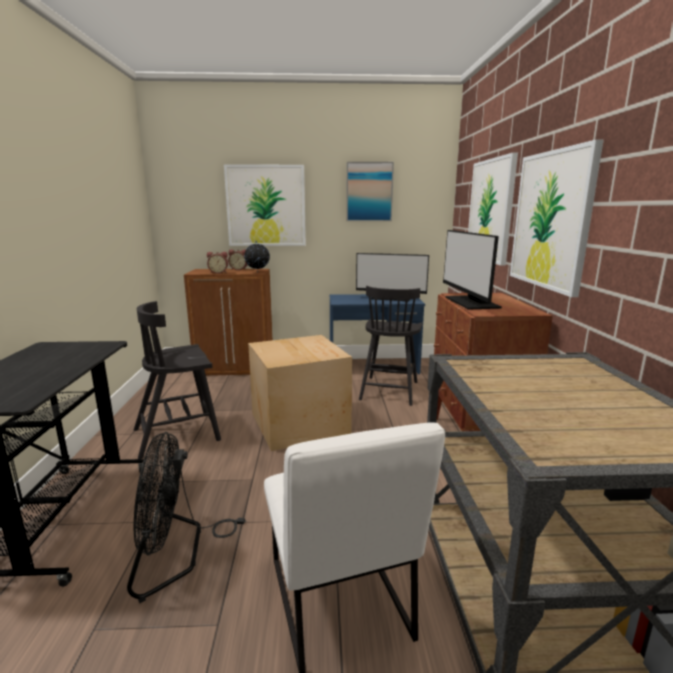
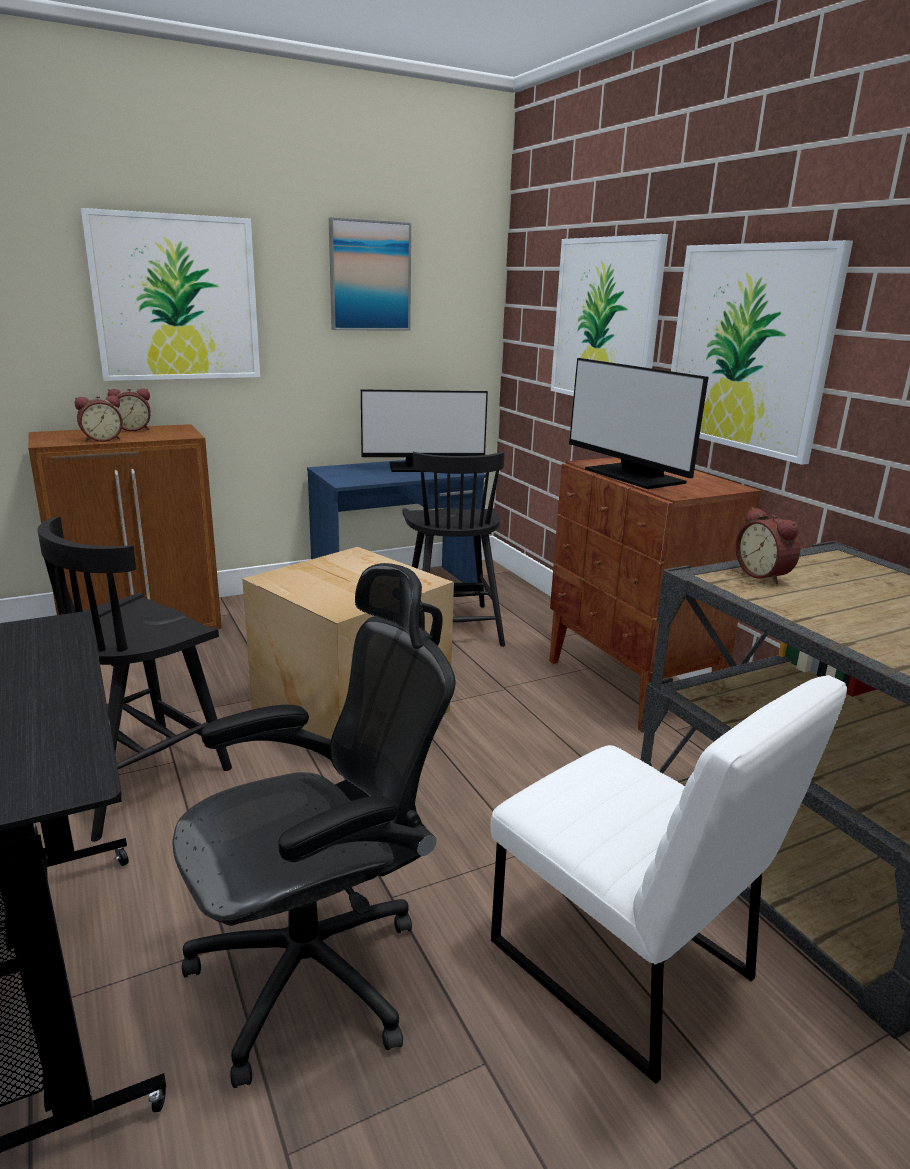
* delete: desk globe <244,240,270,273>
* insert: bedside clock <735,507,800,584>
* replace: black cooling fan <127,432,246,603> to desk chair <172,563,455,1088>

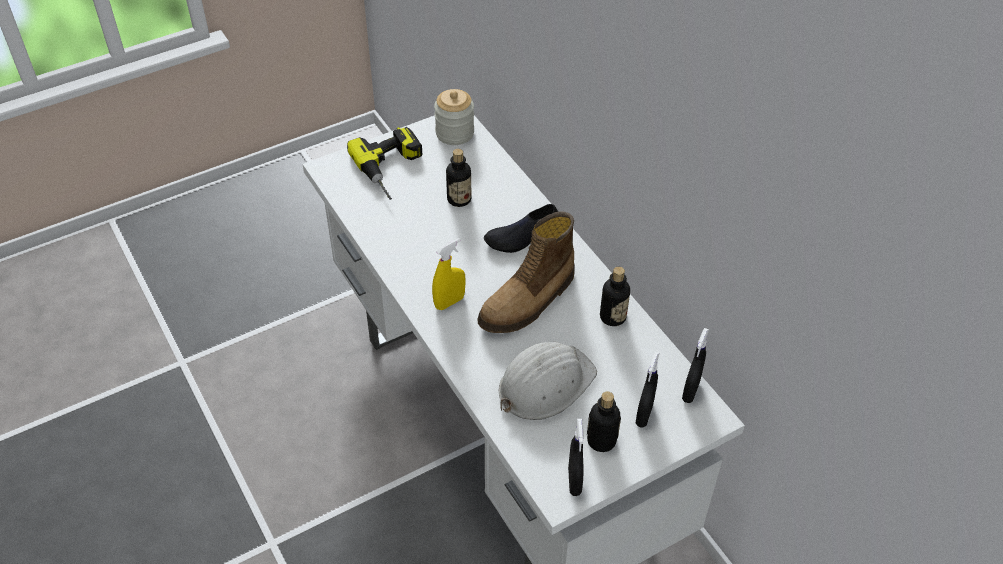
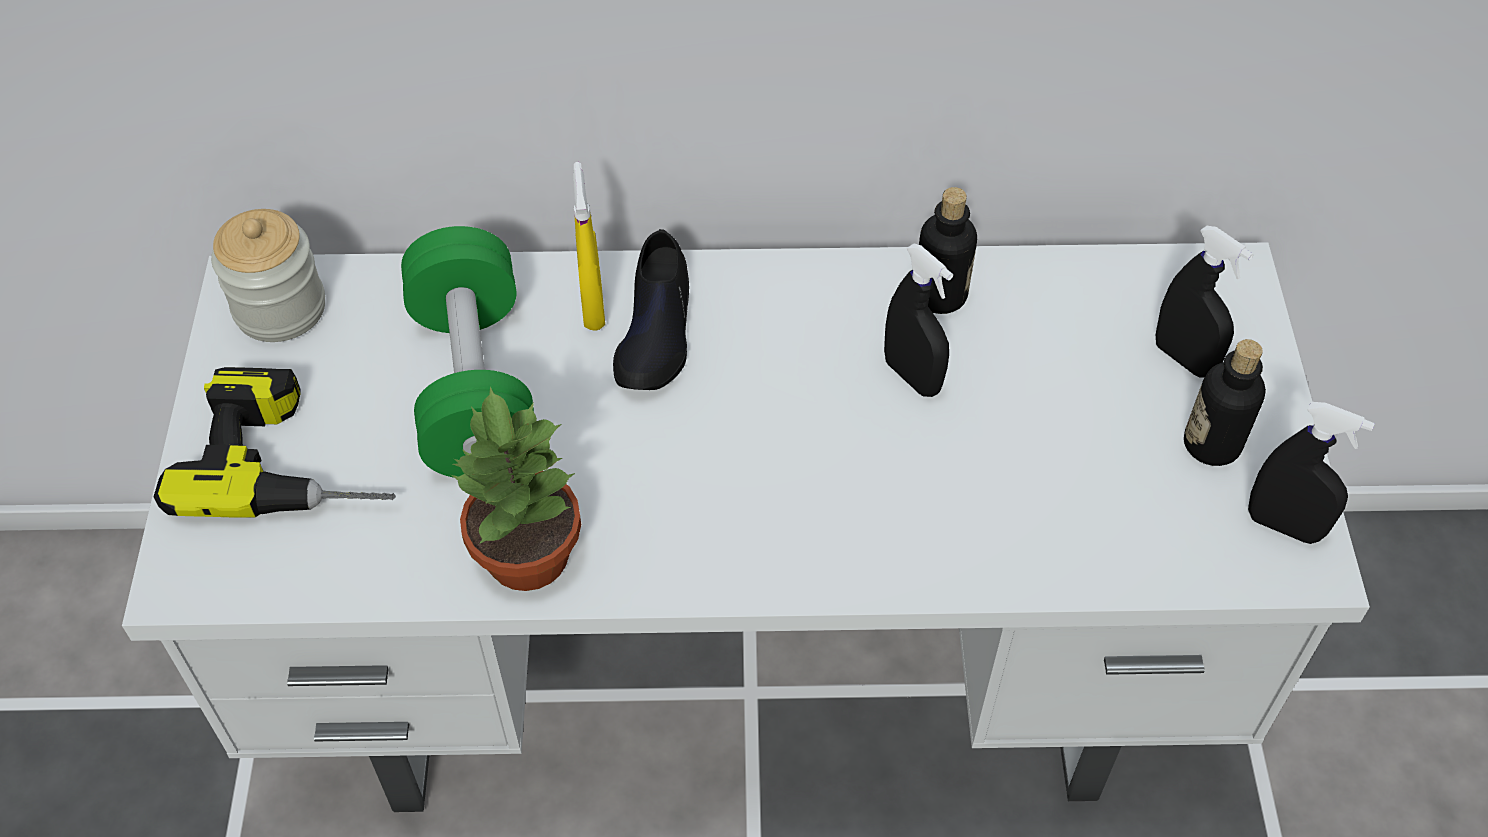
* delete: boot <477,211,575,333>
* delete: white-coloured hard hat <498,342,597,420>
* insert: plant in a pot <451,387,581,591>
* move: yellow-coloured spray bottle <432,238,466,310> to <573,162,605,331>
* move: black spray bottle <682,328,709,403> to <884,243,953,397>
* replace: drink bottle <446,149,472,207> to greenish hand weight <401,226,534,478>

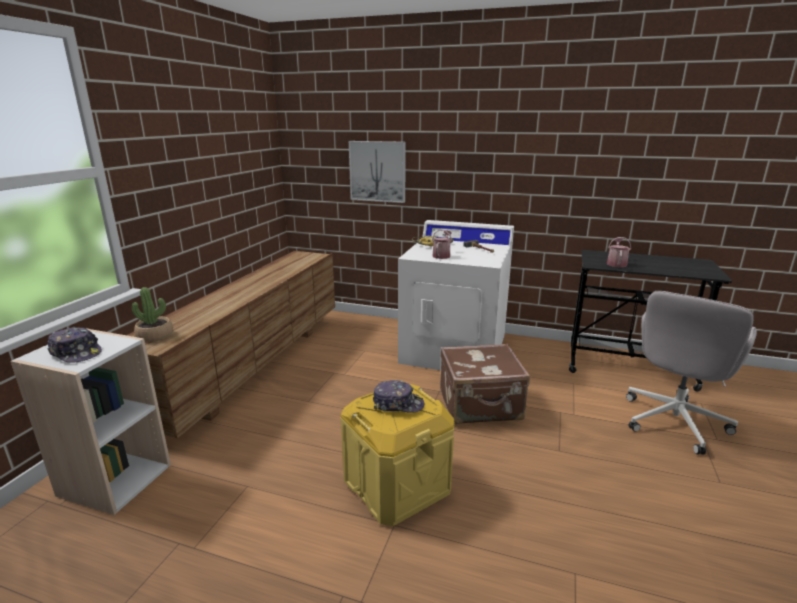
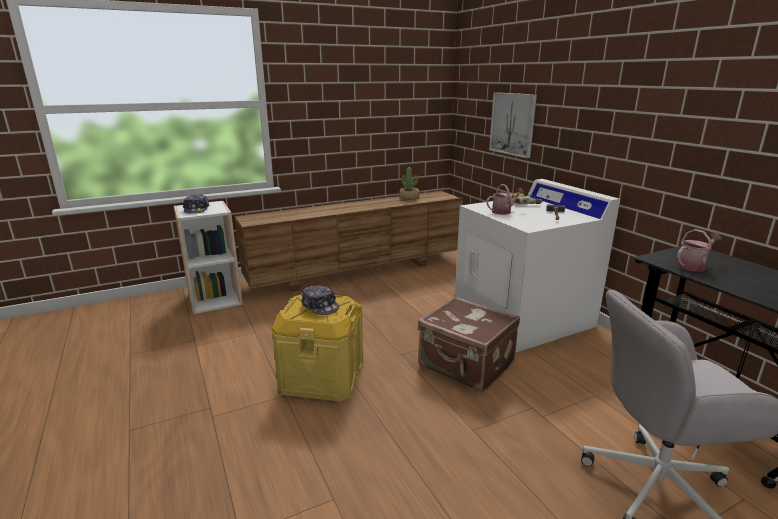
* move: plant in a pot <132,287,173,342> to <399,167,420,200>

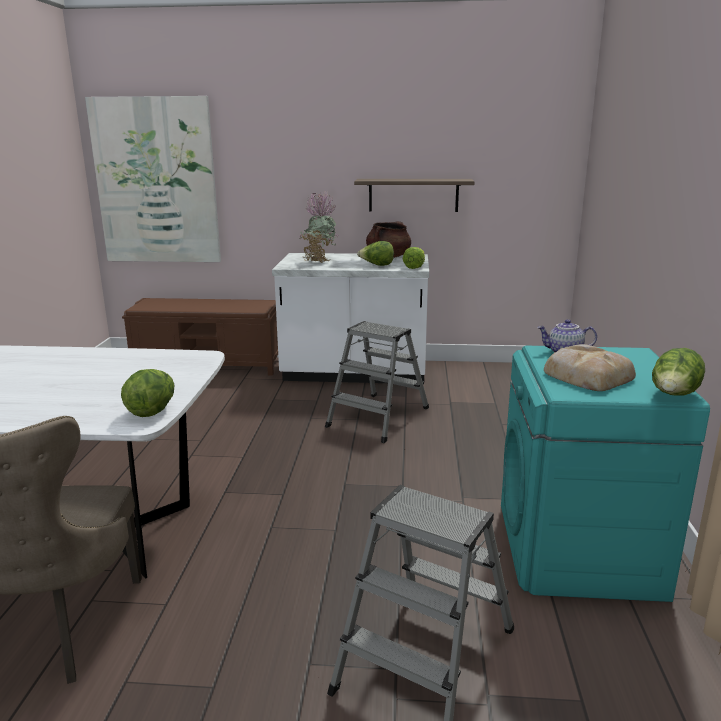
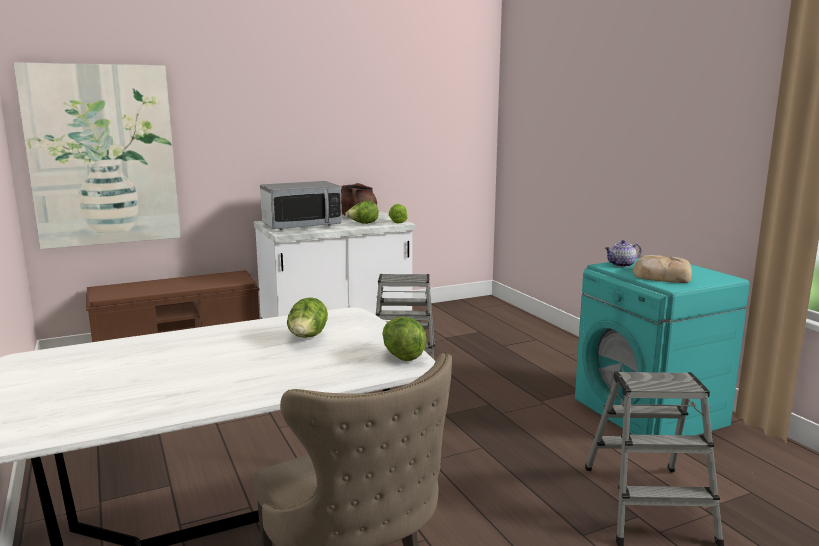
* delete: wall shelf <354,179,474,212>
* move: head of lettuce <652,348,705,395> to <287,297,328,338>
* replace: plant in a pot <300,191,339,263> to microwave oven <260,181,342,230>

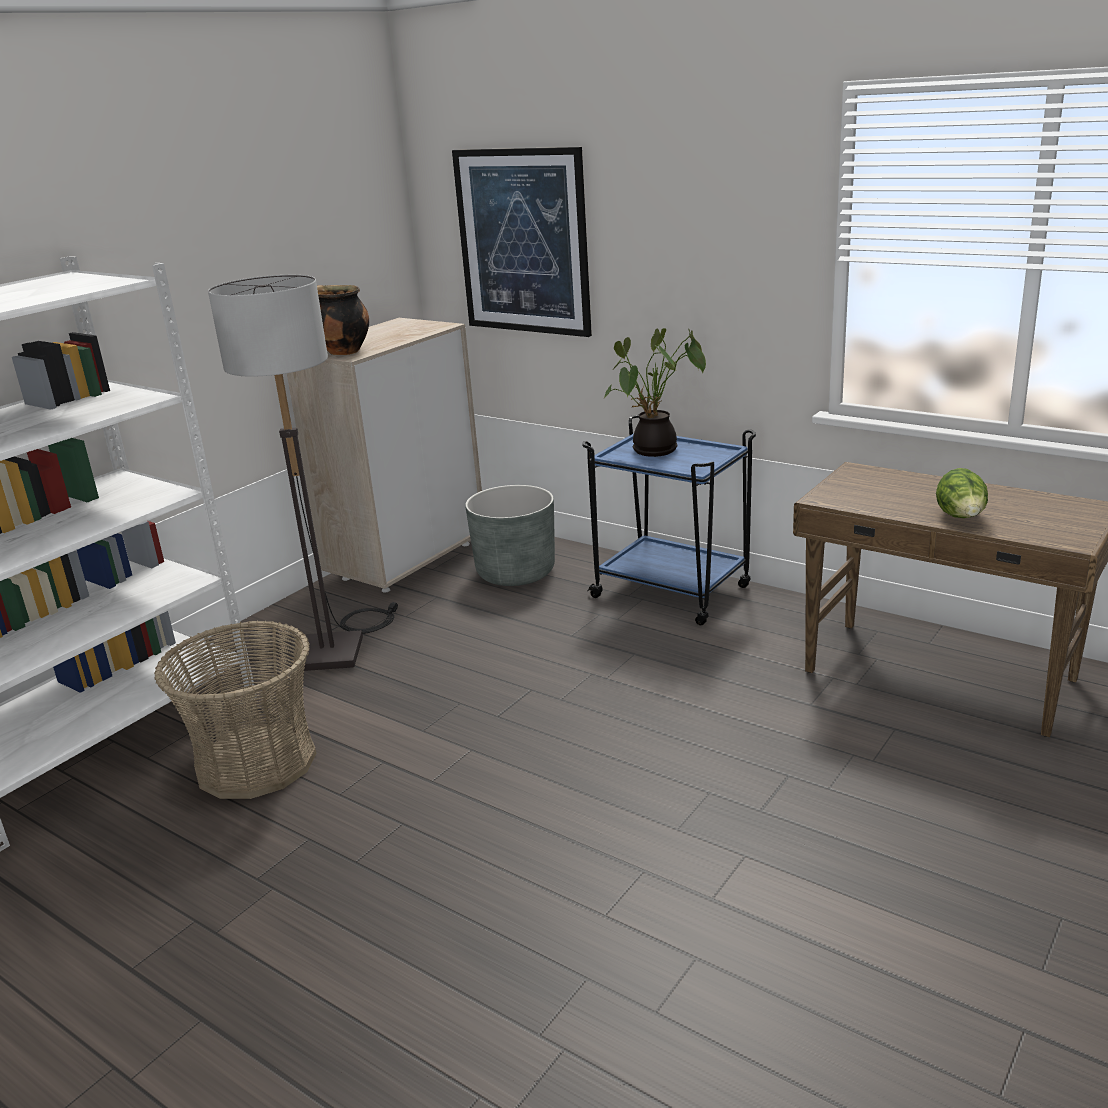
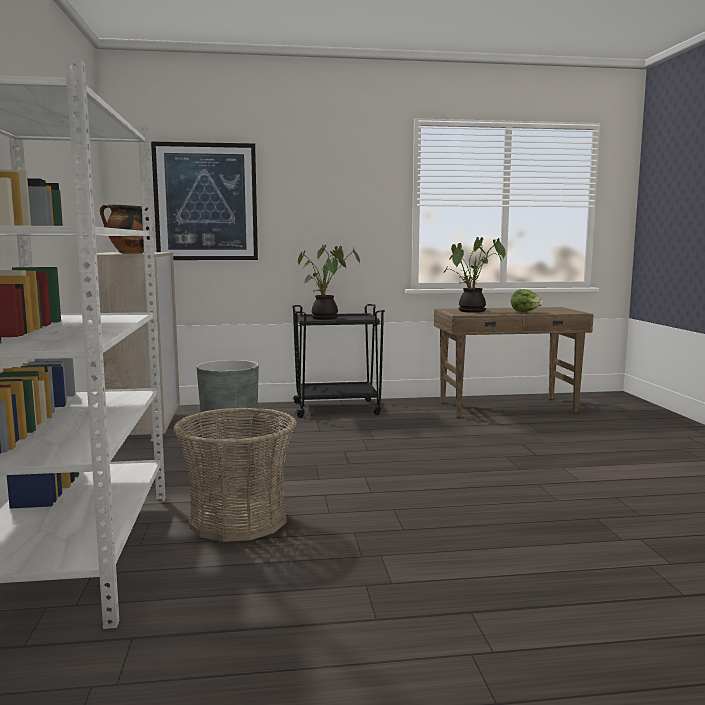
* delete: floor lamp <208,275,398,671>
* insert: plant in a pot <443,237,506,313>
* recolor: blue-coloured trolley <582,415,756,625> to black trolley <292,304,385,418>

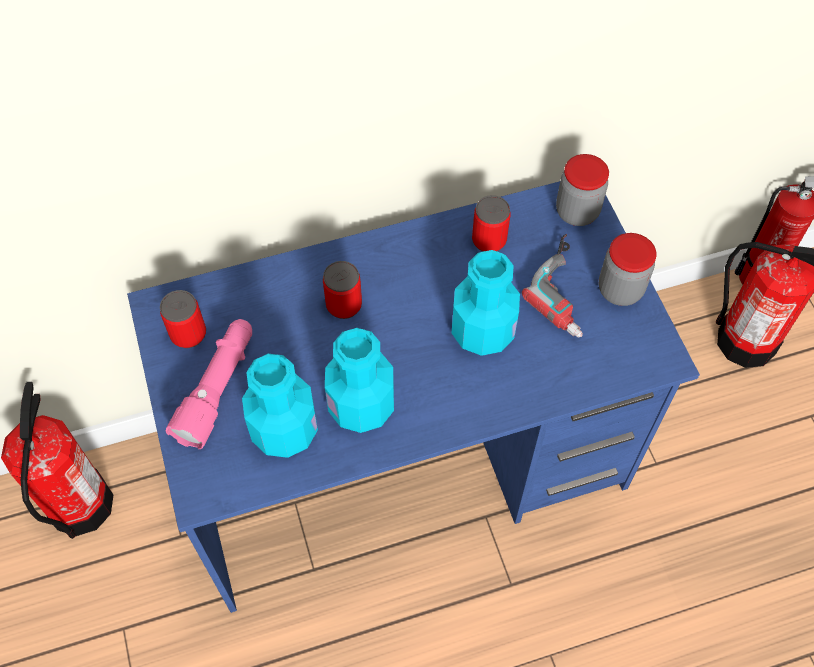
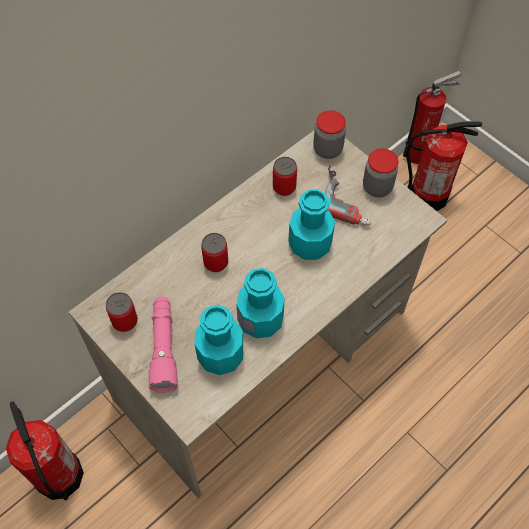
* recolor: blue-coloured desk <127,181,700,613> to beige desk <69,130,447,499>

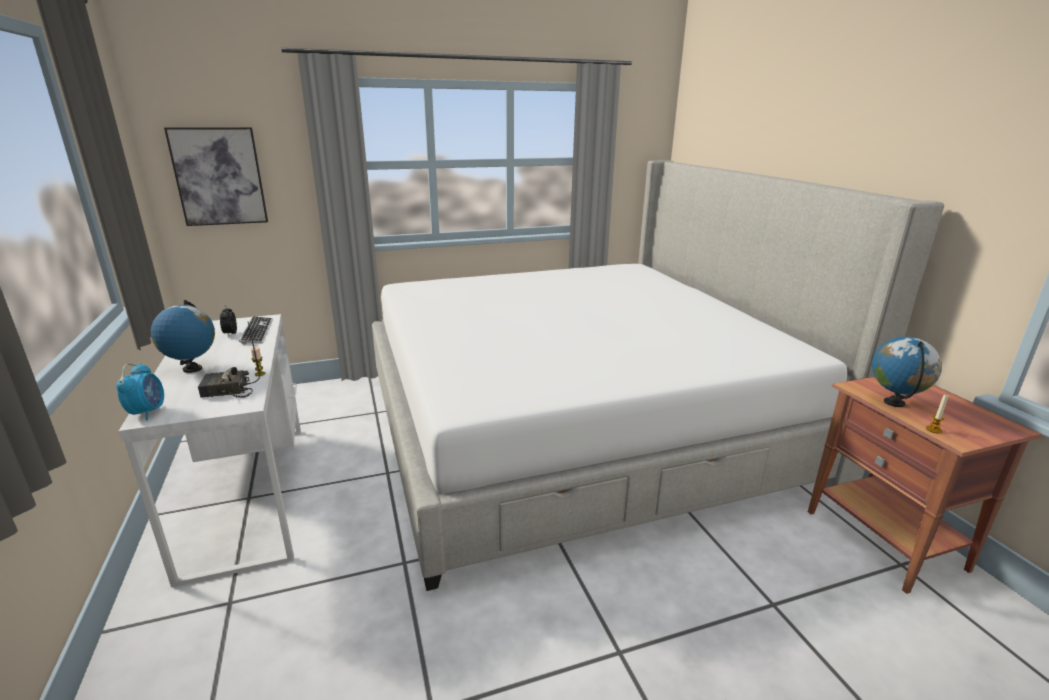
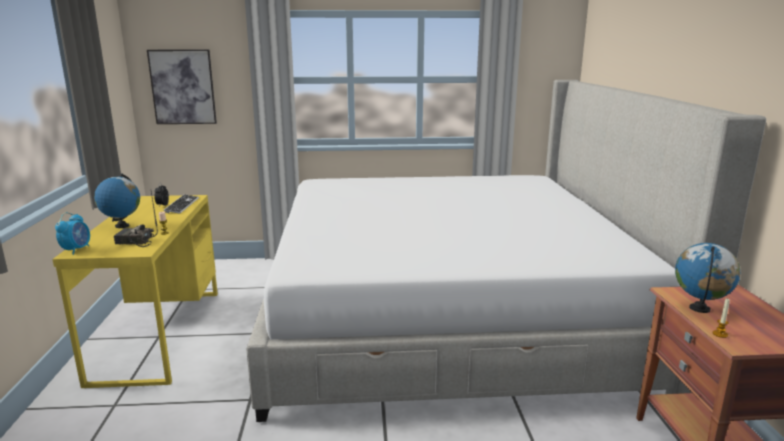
* recolor: white-coloured desk <119,314,301,587> to yellow-coloured desk <52,195,218,388>

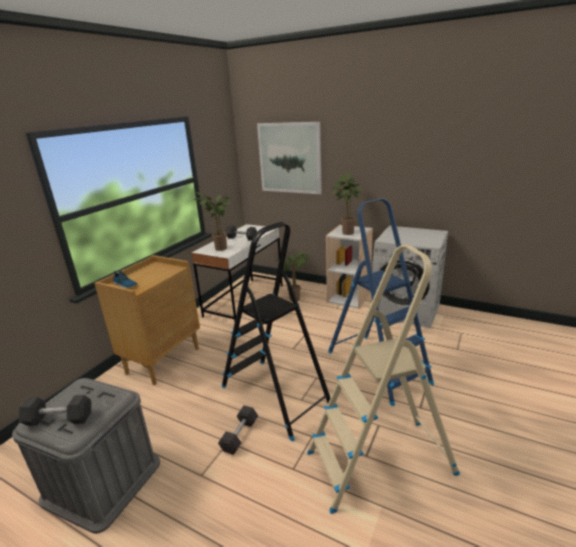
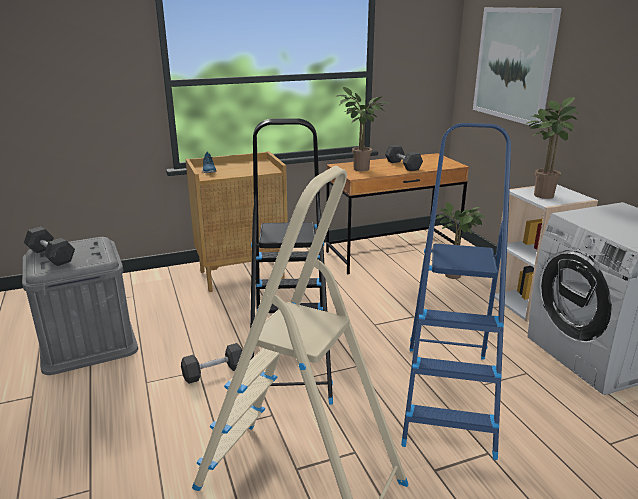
* recolor: white-coloured desk <191,224,283,322> to brownish desk <326,153,469,275>

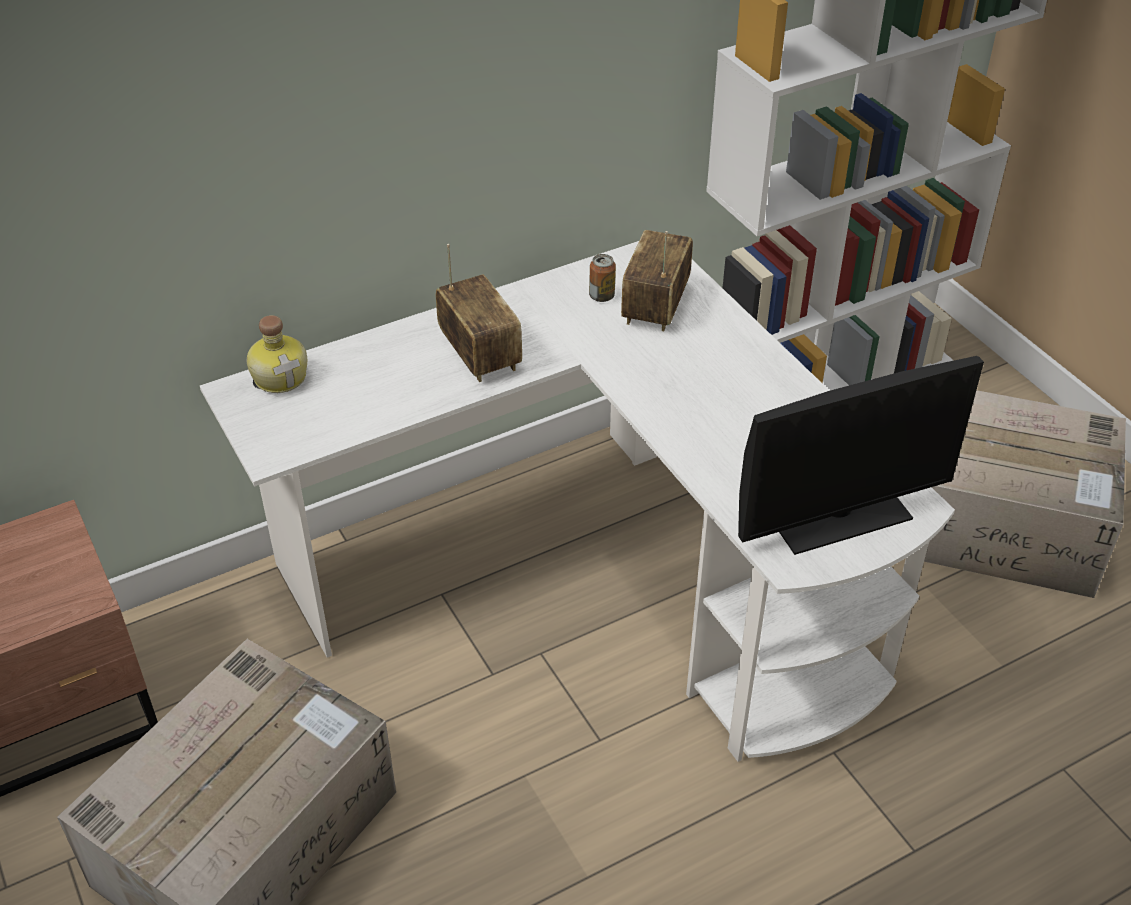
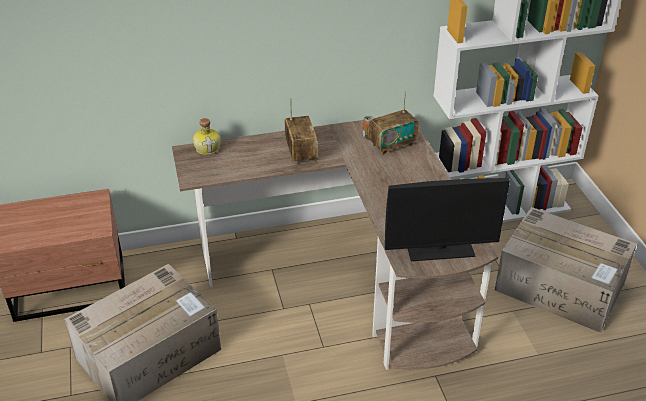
* recolor: white-coloured desk <200,241,955,762> to brownish desk <172,113,498,370>
* rotate: radio receiver <621,230,693,331> = <368,90,419,155> 150 degrees counterclockwise

